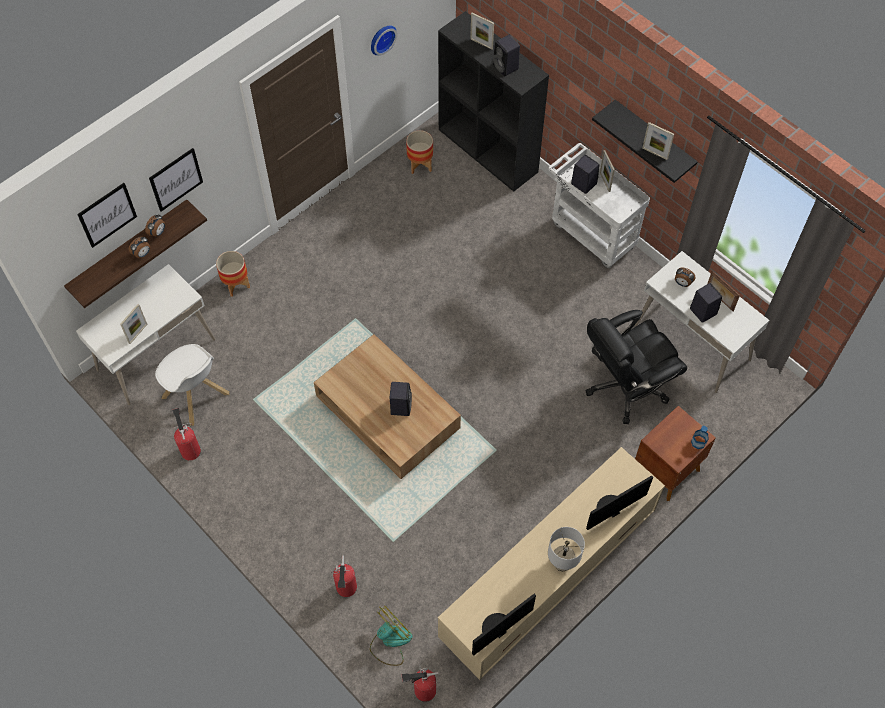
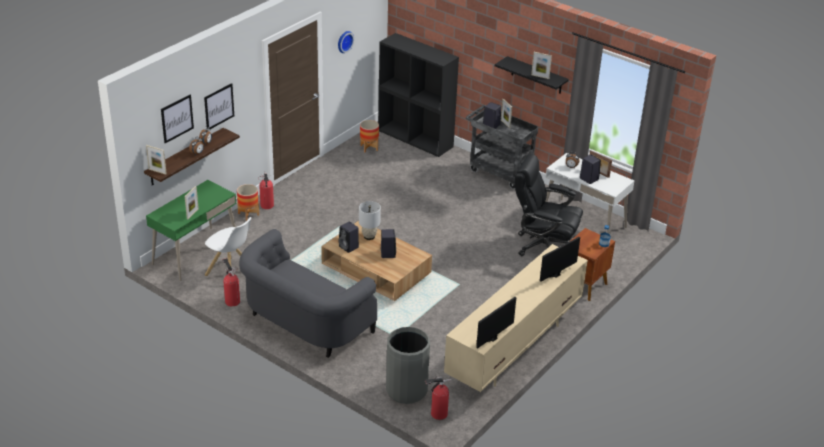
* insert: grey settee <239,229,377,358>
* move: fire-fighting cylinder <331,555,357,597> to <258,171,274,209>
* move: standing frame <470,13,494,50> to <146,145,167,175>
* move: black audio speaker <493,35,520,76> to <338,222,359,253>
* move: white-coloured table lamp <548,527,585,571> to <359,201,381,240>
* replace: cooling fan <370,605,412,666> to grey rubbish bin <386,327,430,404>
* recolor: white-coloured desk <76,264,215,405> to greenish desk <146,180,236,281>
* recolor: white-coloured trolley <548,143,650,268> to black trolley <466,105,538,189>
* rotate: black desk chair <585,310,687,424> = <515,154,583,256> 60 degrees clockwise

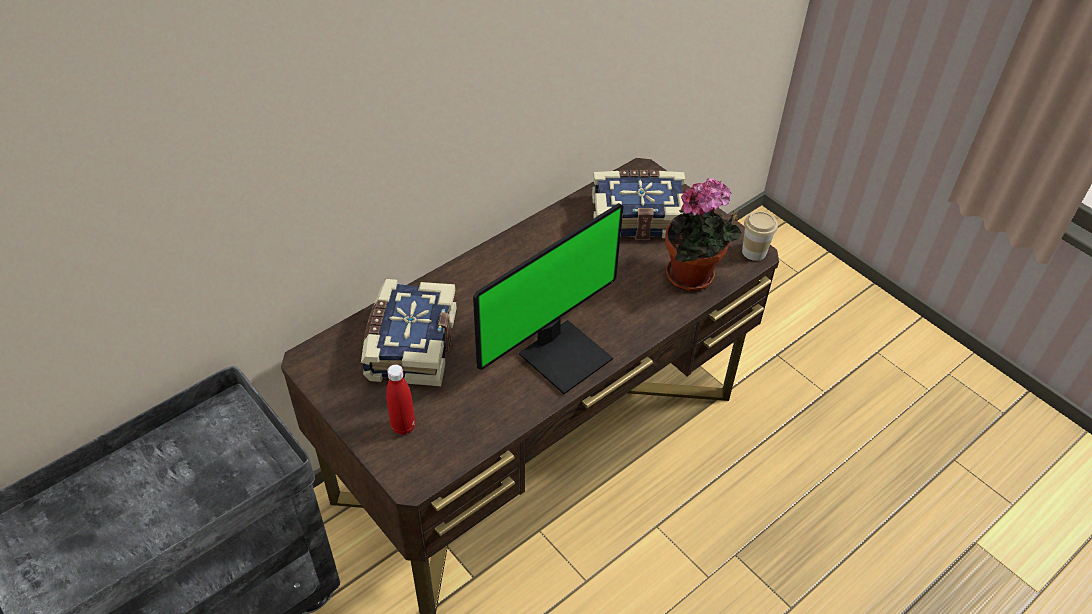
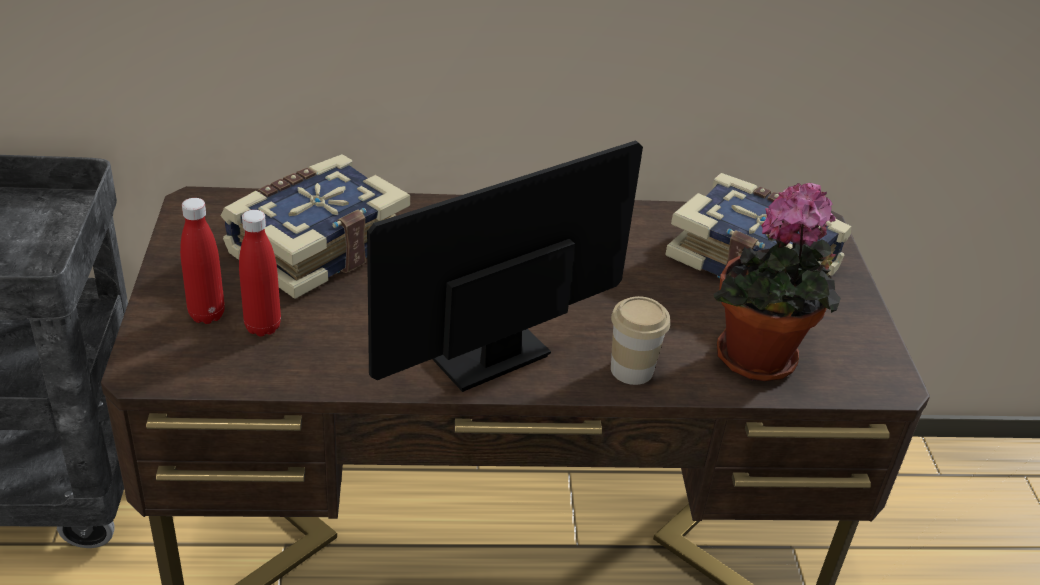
* insert: red drink bottle <239,210,281,336>
* move: cup <742,211,778,261> to <611,296,670,385>
* rotate: computer display <473,203,623,394> = <367,140,643,392> 150 degrees clockwise

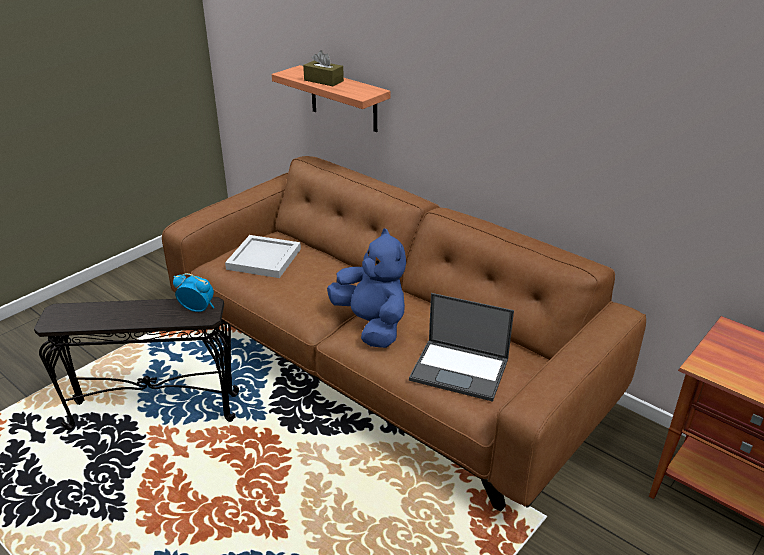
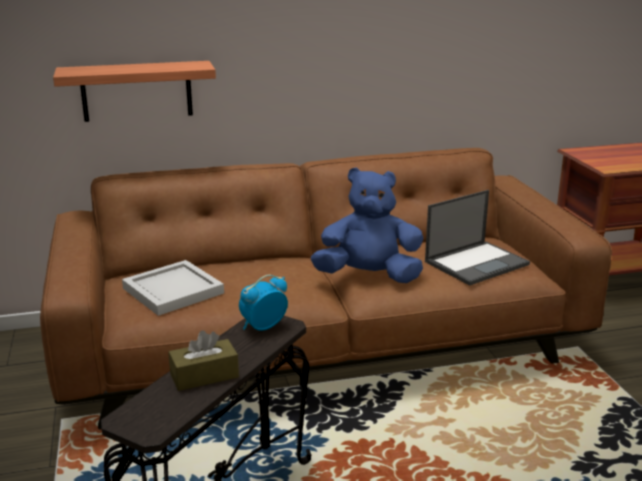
* move: brownish tissue box <303,50,344,86> to <168,330,239,391>

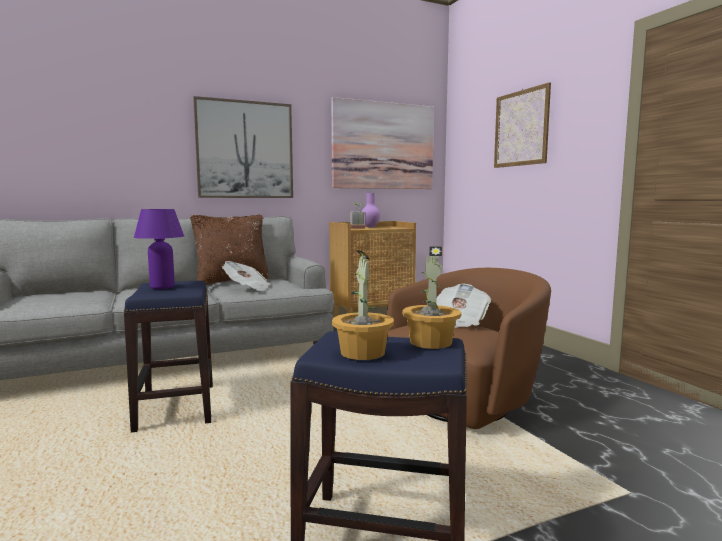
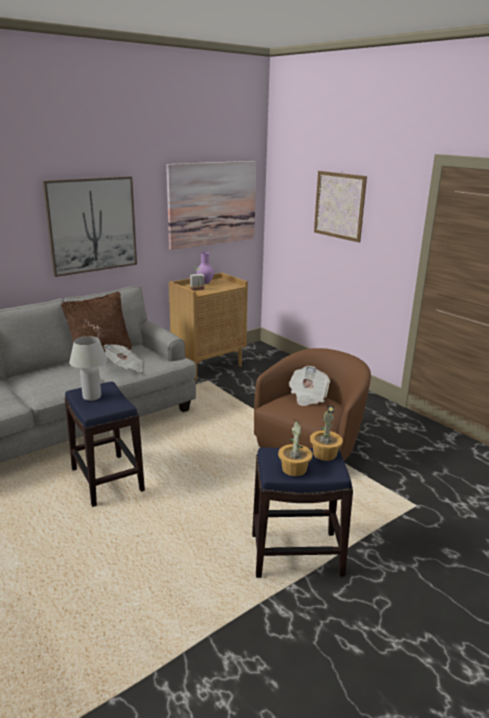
* recolor: purplish table lamp <134,209,184,289> to white-coloured table lamp <69,336,108,401>

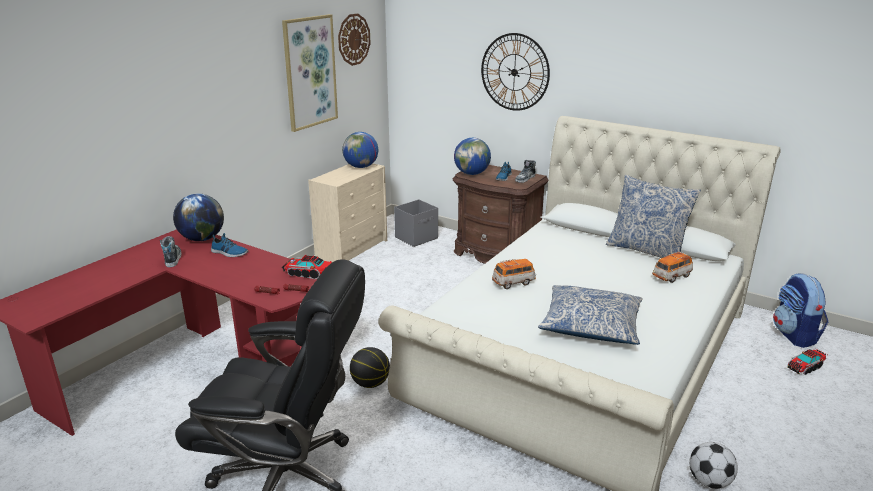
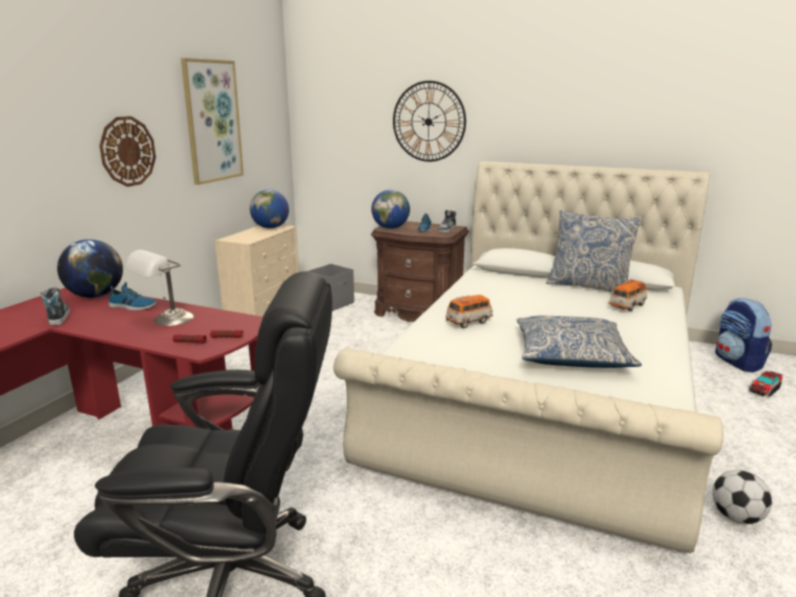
* delete: toy truck <282,255,332,279>
* delete: basketball <350,347,390,388>
* insert: white-coloured table lamp <125,250,194,326>
* move: hanging clock <338,13,371,66> to <99,116,156,187>

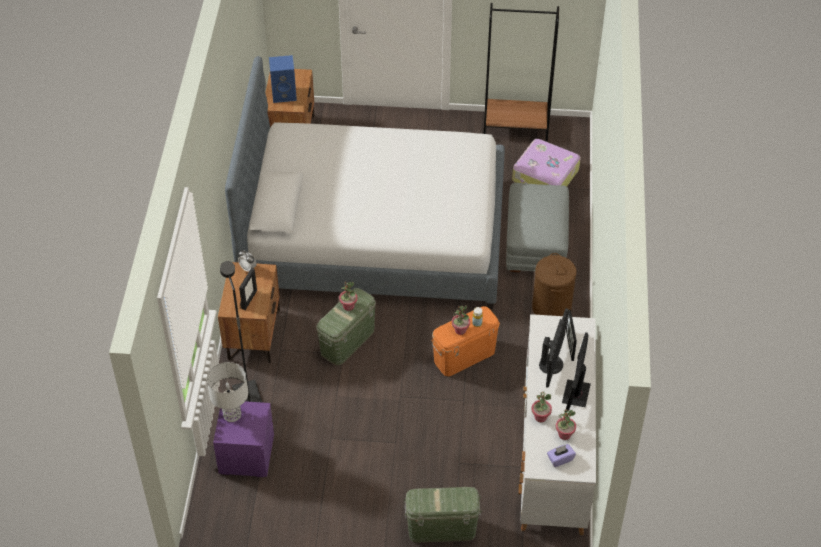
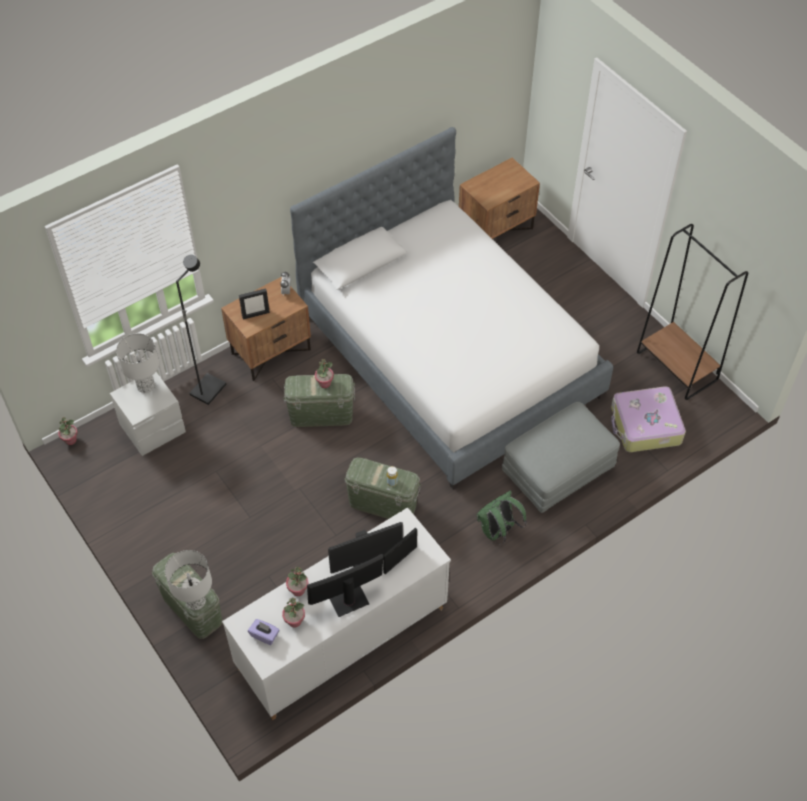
* delete: blue-coloured audio speaker <269,55,297,103>
* insert: white-coloured table lamp <165,550,212,610>
* move: plant in a pot <452,305,470,335> to <58,417,78,445>
* replace: brownish hamper <532,253,576,317> to greenish backpack <477,490,527,545>
* recolor: purplish bedside table <213,401,274,477> to white-coloured bedside table <110,372,186,456>
* recolor: orangey storage box <431,306,500,376> to greenish storage box <344,457,421,519>

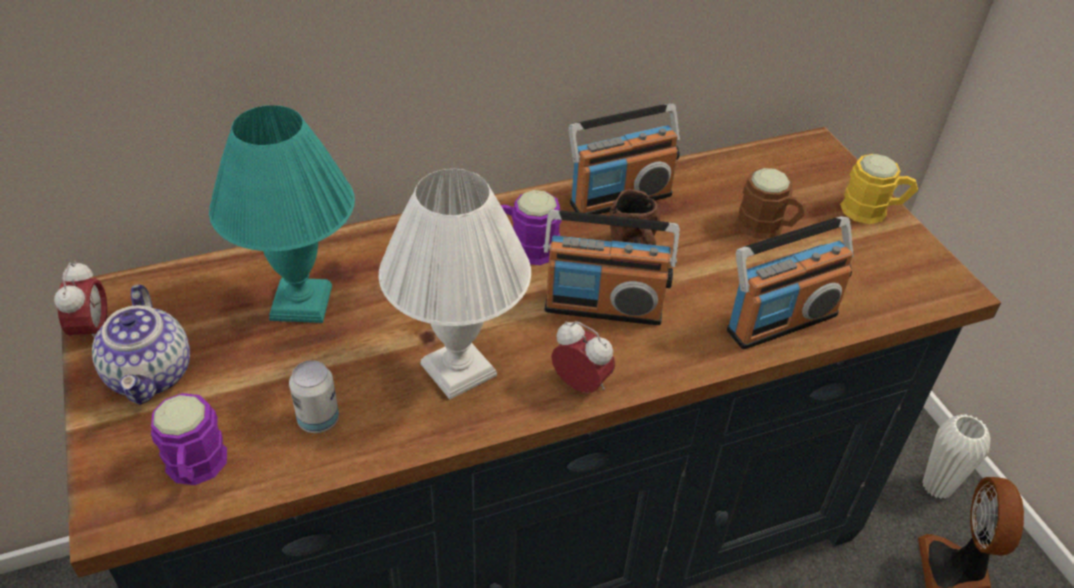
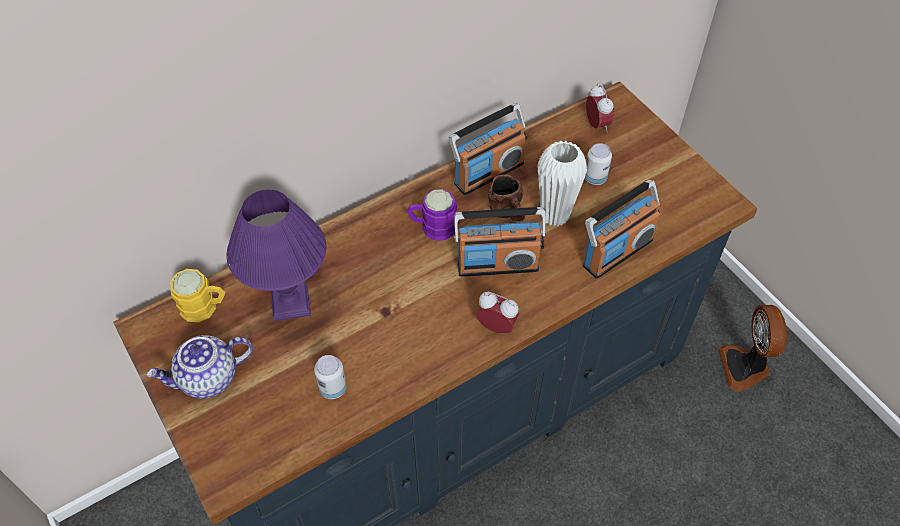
* delete: purplish coffee mug <151,393,227,485>
* delete: white-coloured table lamp <379,169,531,399>
* move: bedside clock <54,260,108,338> to <586,84,614,132>
* move: yellow-coloured coffee mug <840,154,918,224> to <170,269,225,322>
* move: white-coloured decorative vase <923,414,990,499> to <537,141,587,227>
* replace: brownish coffee mug <736,168,807,239> to metal can <585,143,612,185>
* recolor: turquoise-coloured table lamp <209,105,355,323> to purplish table lamp <227,189,326,321>
* rotate: teapot <92,285,190,405> = <146,335,253,399> 90 degrees clockwise

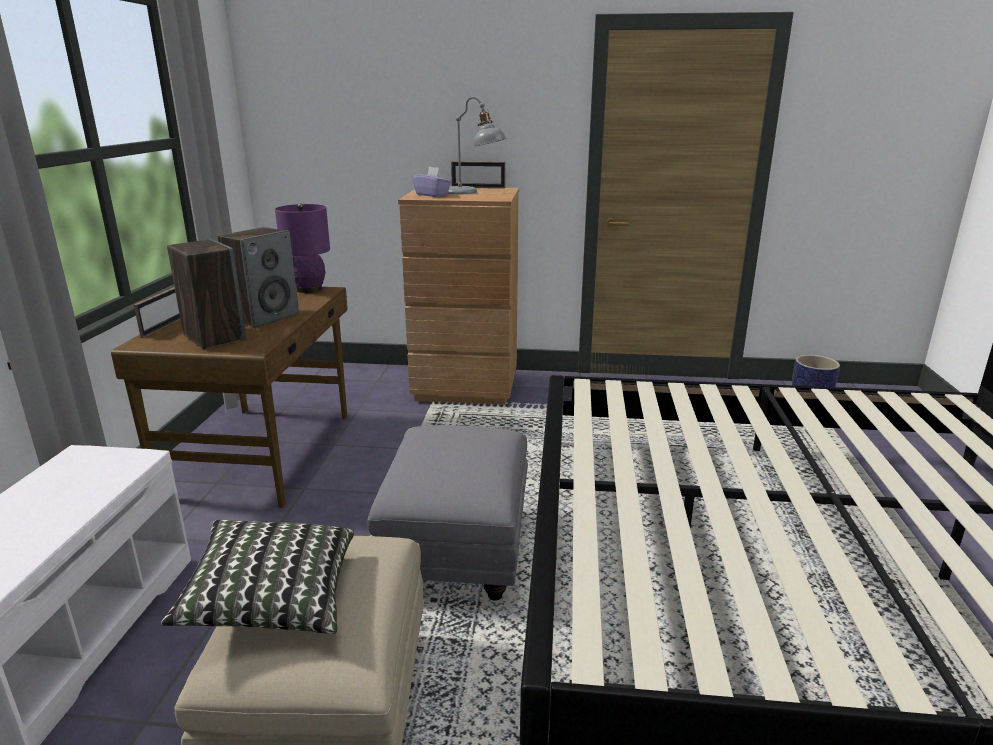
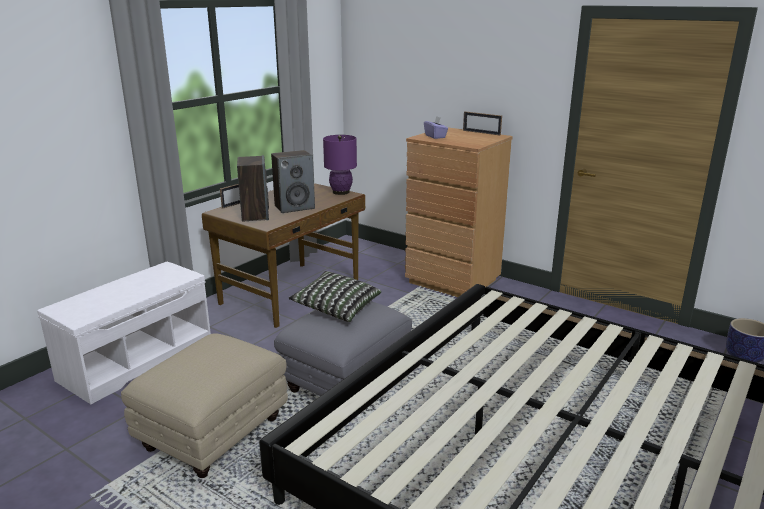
* delete: grey table lamp <448,97,506,194>
* move: throw pillow <161,520,354,634> to <289,271,381,322>

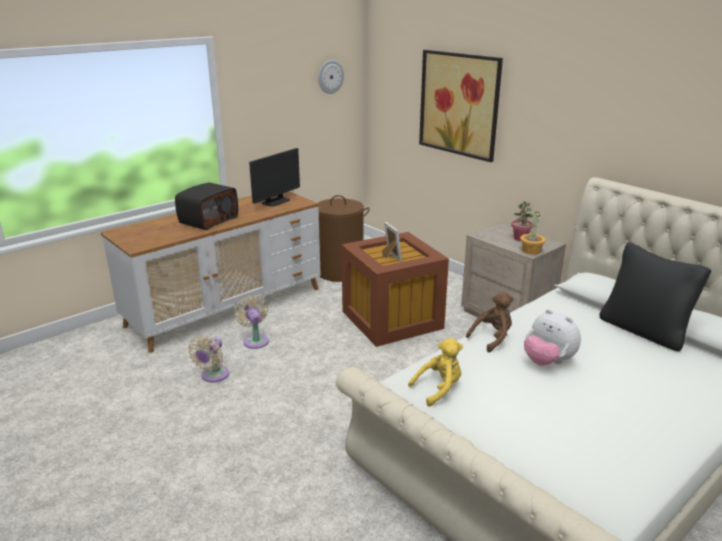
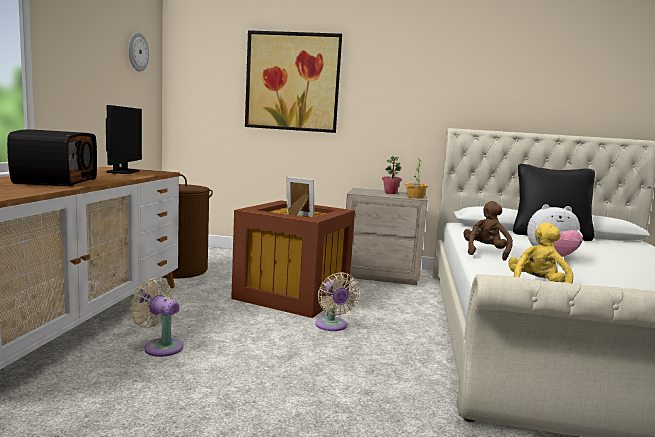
* move: beige cooling fan <188,336,229,383> to <316,272,360,331>

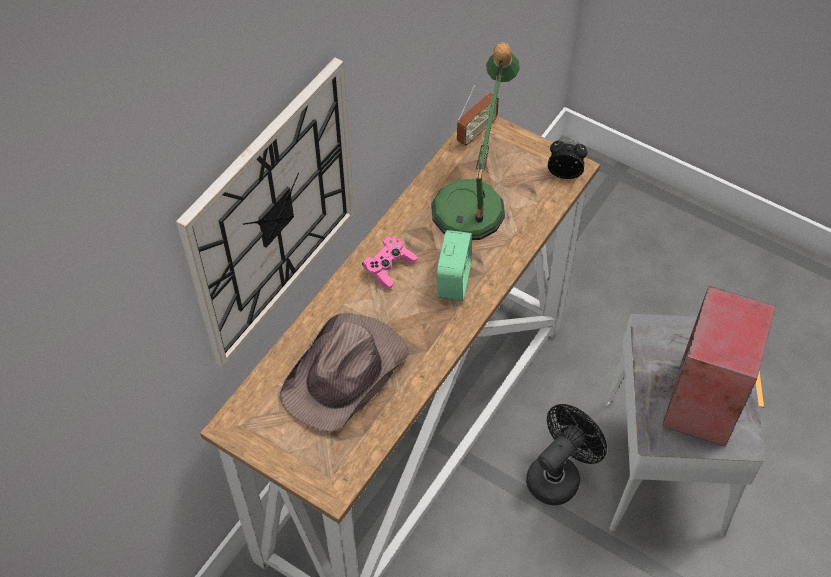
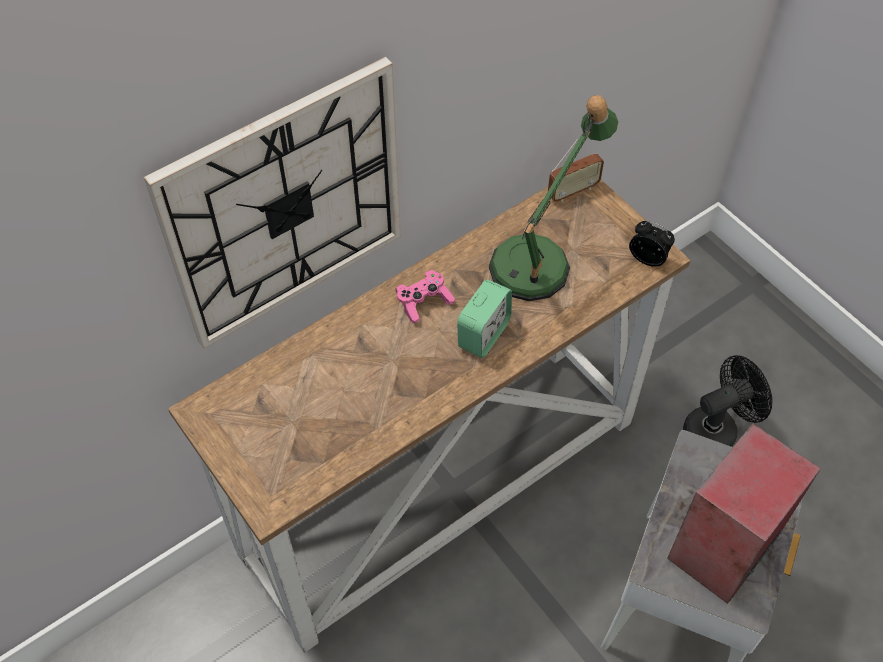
* delete: brownish wearable hat <280,313,409,432>
* move: black cooling fan <526,404,607,505> to <683,355,772,447>

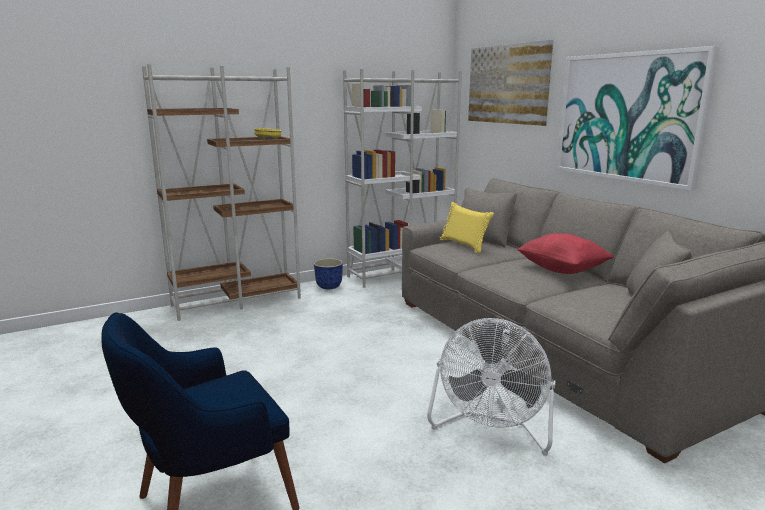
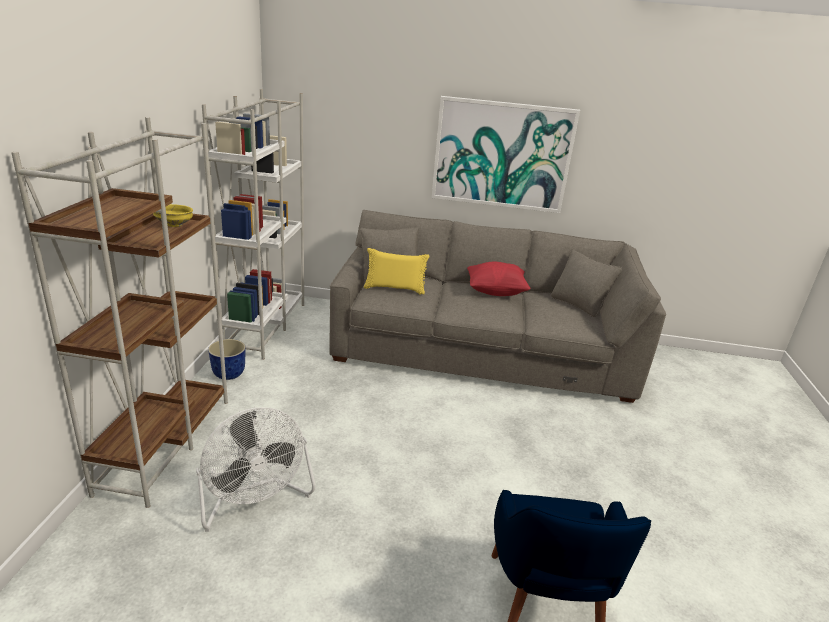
* delete: picture <468,40,553,126>
* move: white-coloured cooling fan <427,318,556,456> to <196,407,316,532>

